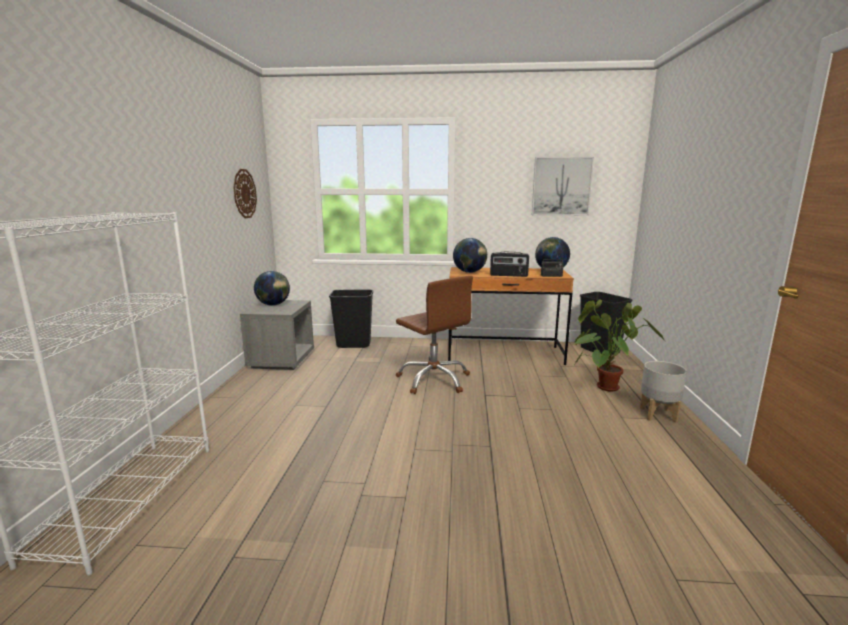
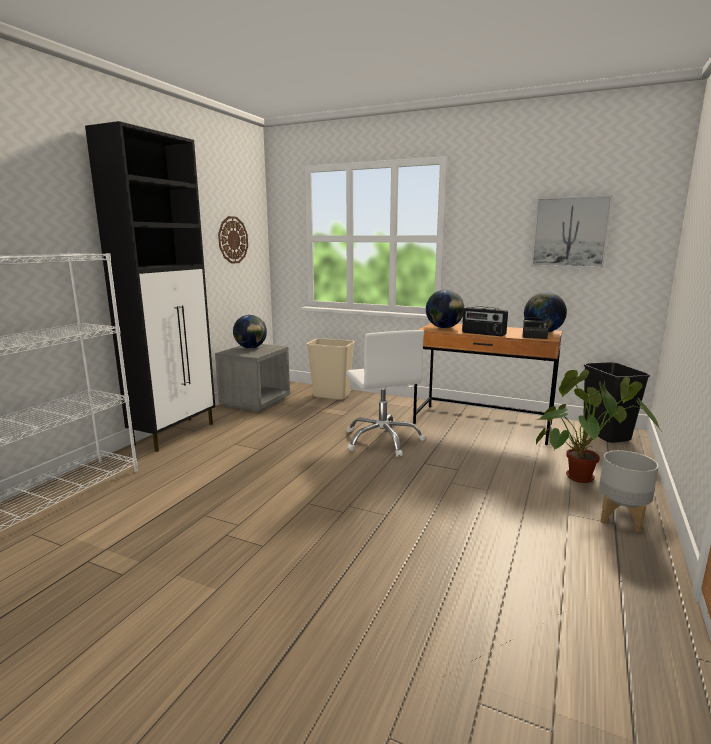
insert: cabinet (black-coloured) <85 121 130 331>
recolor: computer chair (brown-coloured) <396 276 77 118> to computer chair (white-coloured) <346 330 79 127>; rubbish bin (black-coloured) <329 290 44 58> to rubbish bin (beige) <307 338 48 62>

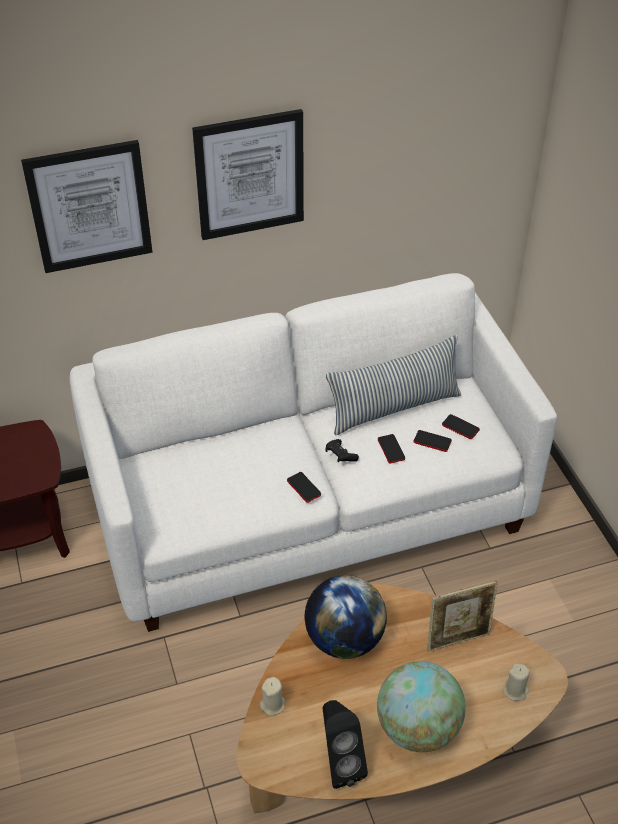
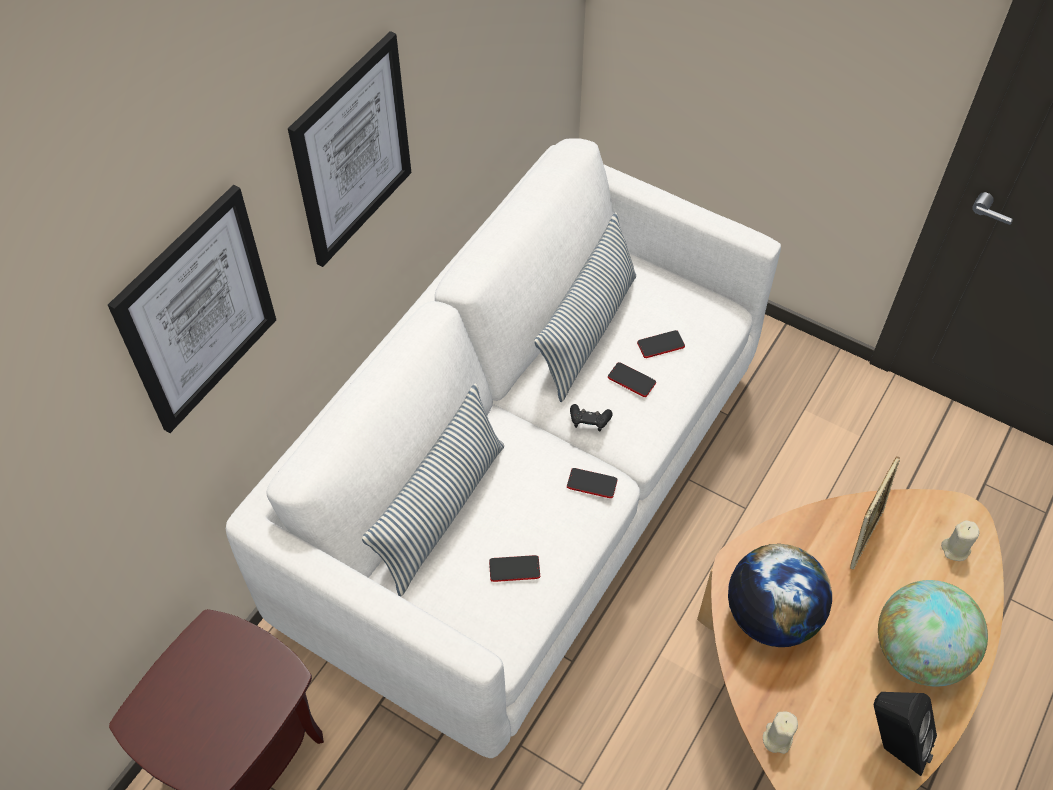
insert: cushion <362 383 142 214>
move: handset <442 414 38 25> to <489 555 51 27>

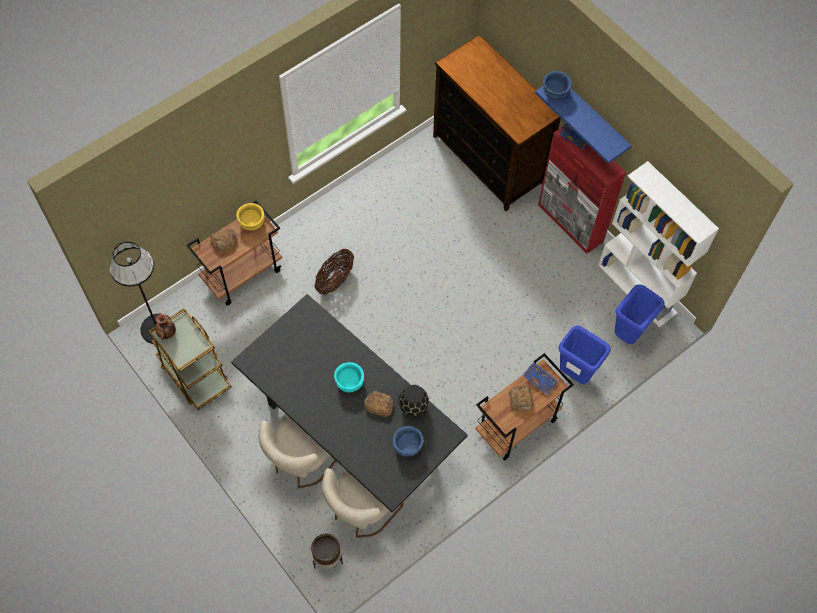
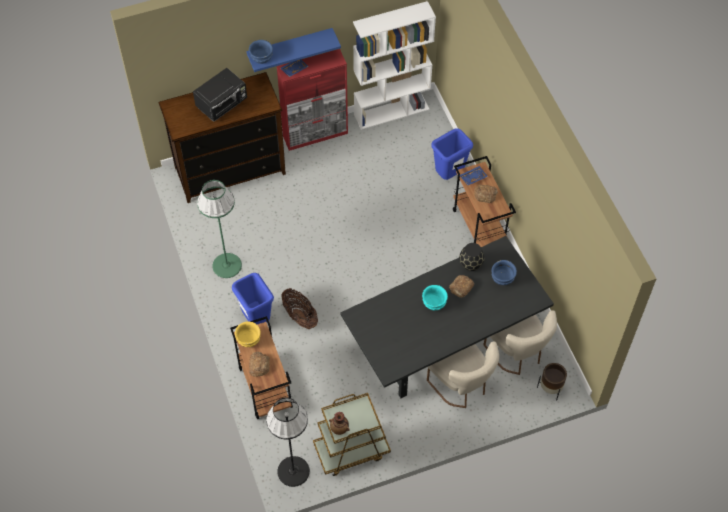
insert: kitchen microwave (black-coloured) <193 68 54 54>; standing lamp (greenish) <197 180 45 98>
move: rubbish bin (blue) <615 284 50 60> to <232 273 42 51>

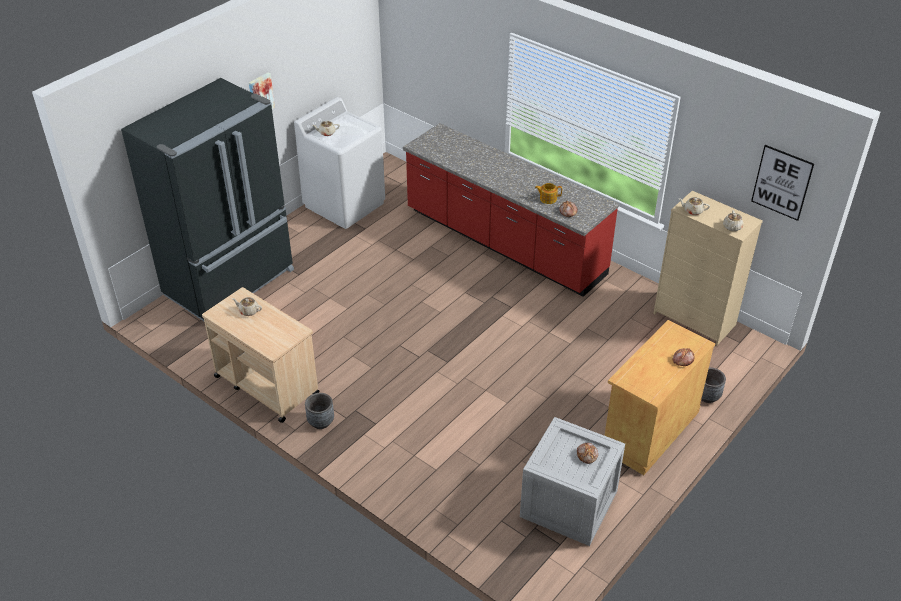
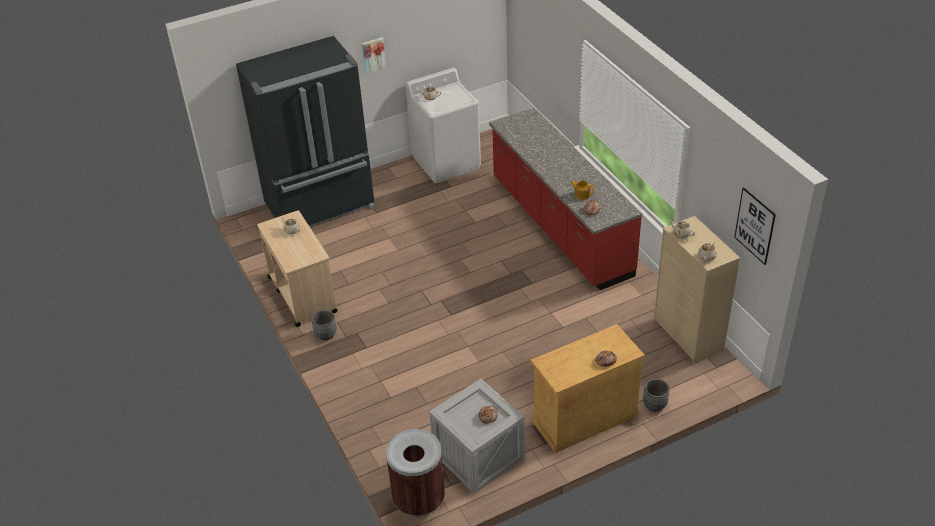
insert: rubbish bin (brown-coloured) <386 429 59 88>

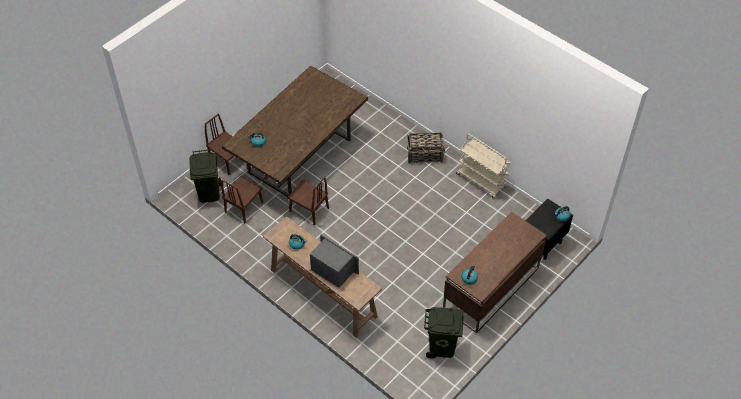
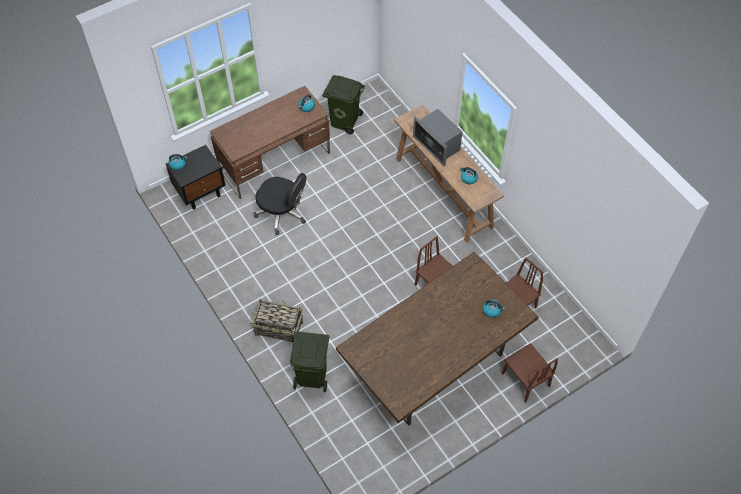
delete: cart (beige) <456 134 55 65>
insert: computer chair (black-coloured) <254 173 52 62>
move: rubbish bin (greenish) <189 149 32 54> to <290 332 40 60>

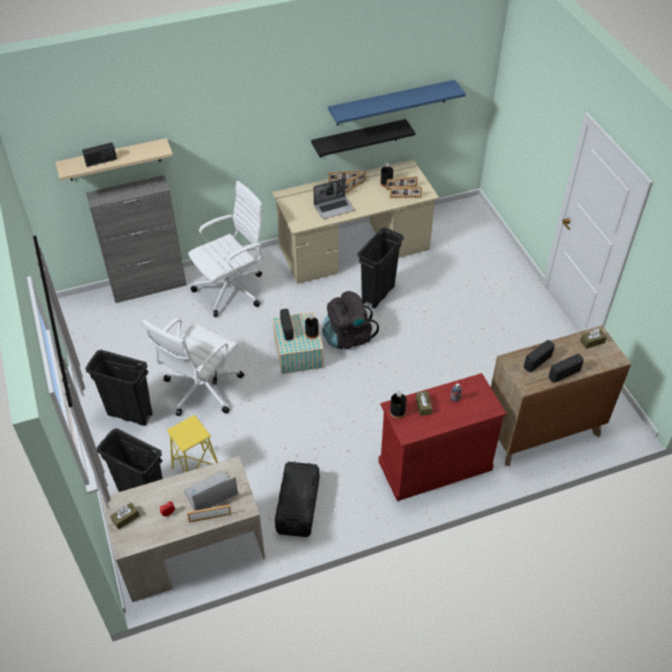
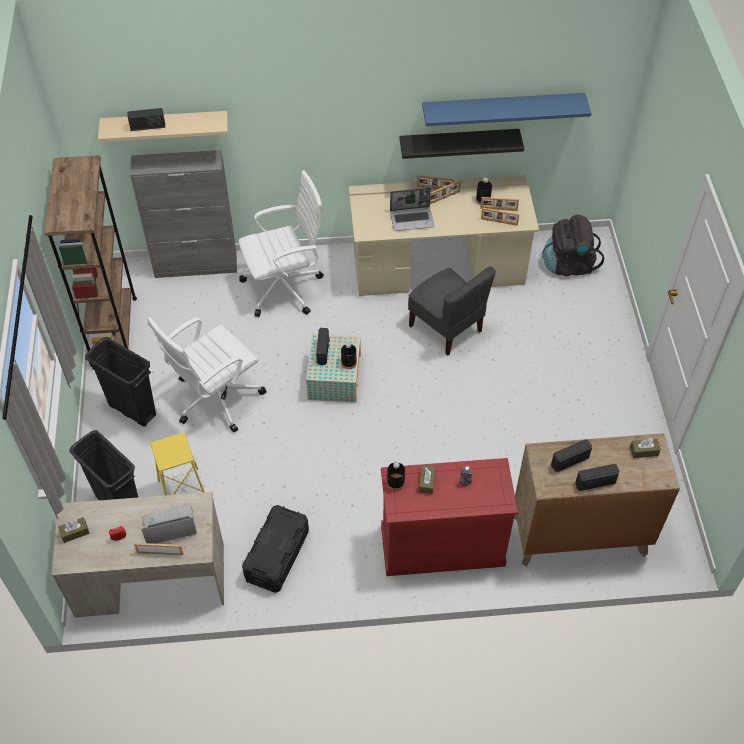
insert: bookshelf (brown-coloured) <45 155 92 215>
move: backpack (black-coloured) <322 291 57 58> to <542 215 62 61>
replace: rubbish bin (black-coloured) <357 228 47 81> to upright chair (grey) <408 267 88 89>

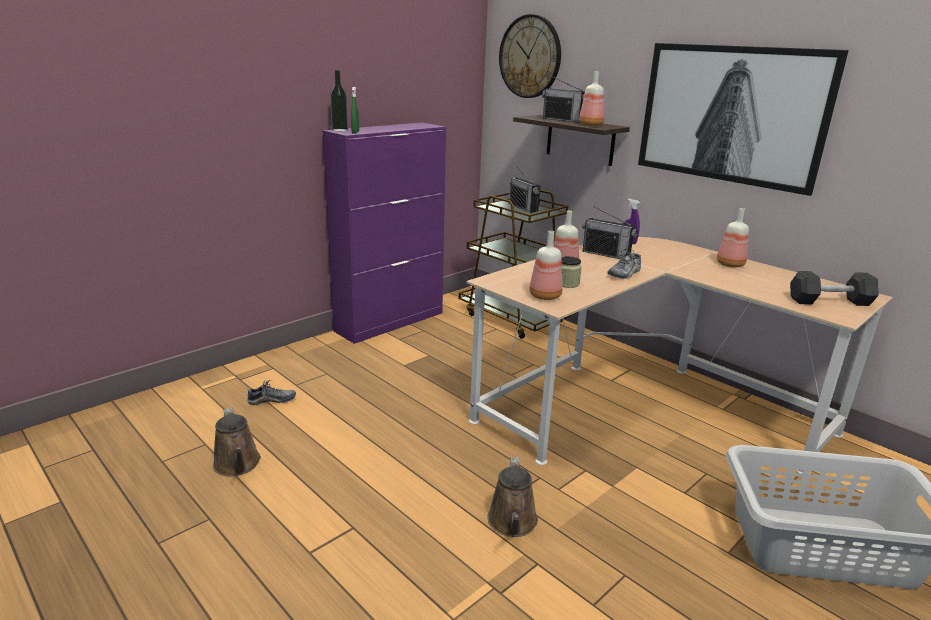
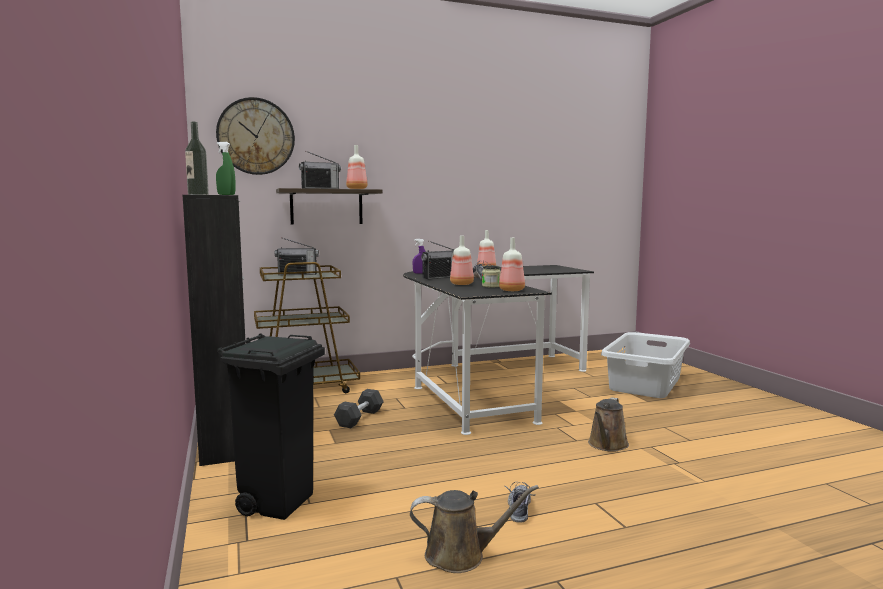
delete: wall art <638 43 211 153>
insert: rubbish bin (black-coloured) <217 333 108 187>
move: dumbbell (grey) <790 271 89 35> to <334 389 50 39>; low shoe <247 380 49 25> to <505 482 31 41>
recolor: cabinet (purple) <322 122 124 222> to cabinet (black-coloured) <182 195 64 271>; desk unit (beige) <466 237 427 236> to desk unit (black-coloured) <403 265 191 170>
rotate: watering pot (brown-coloured) <487 457 51 80> = <588 397 41 55> 90 degrees clockwise

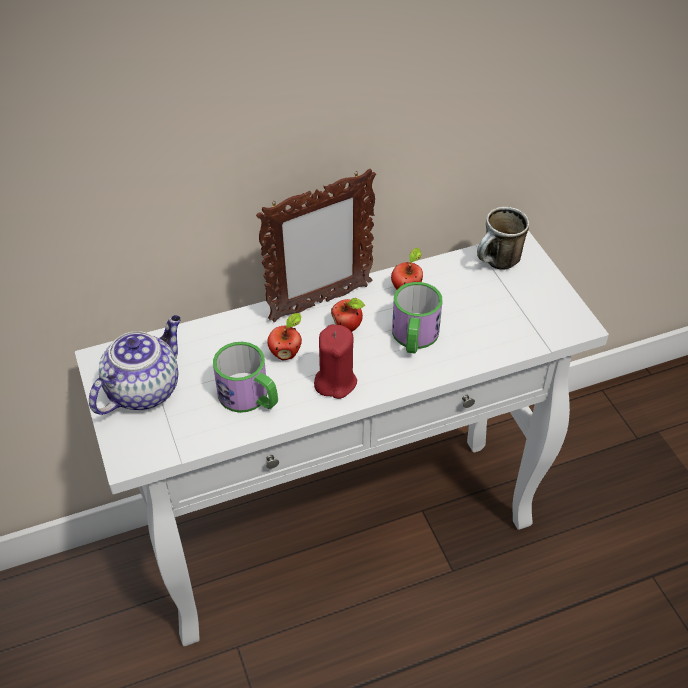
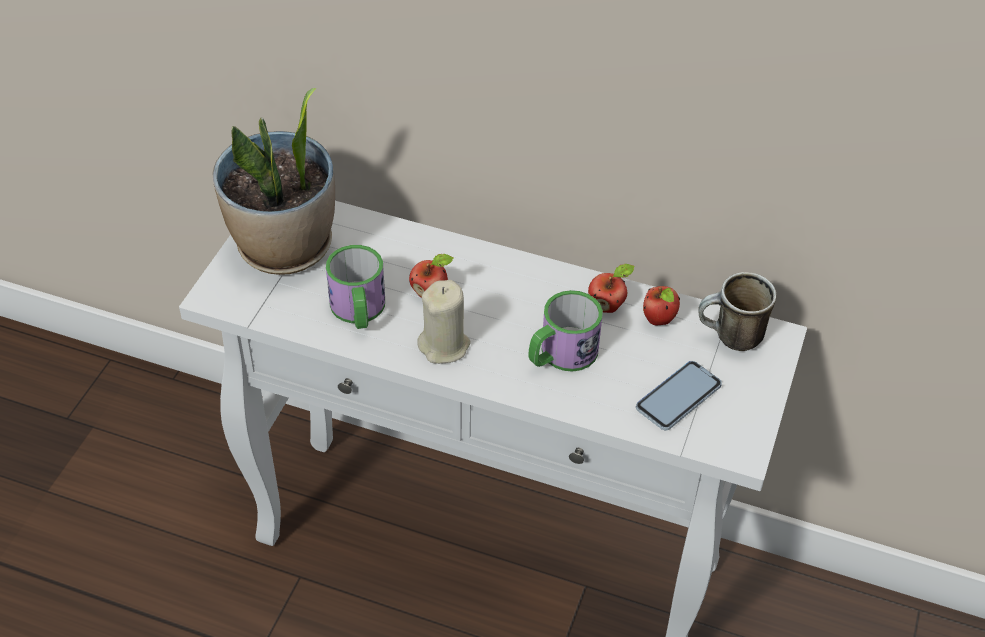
delete: photo frame <256 169 120 153>
insert: handset <636 361 86 69>
move: whole apple <331 298 34 34> to <643 286 37 40>
replace: pot for tea <89 315 92 100> to houseplant <212 88 123 187>
recolor: candle (red) <314 324 43 75> to candle (beige) <417 280 54 84>

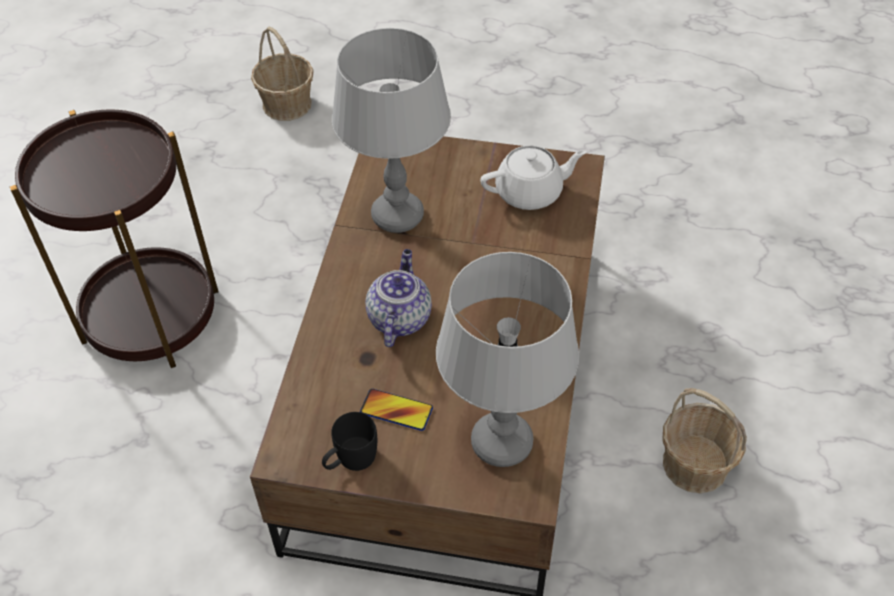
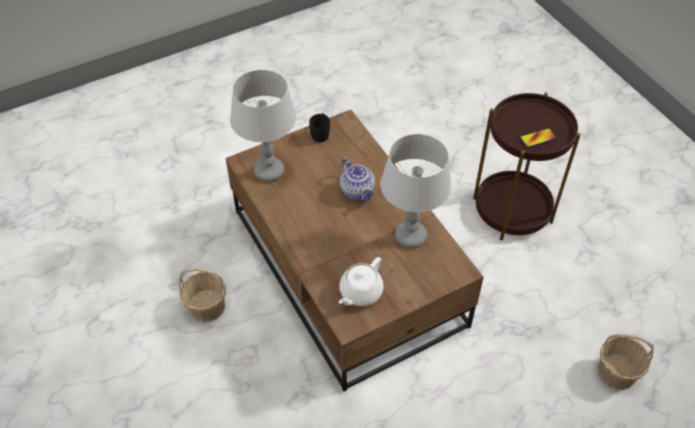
move: handset <360 389 73 42> to <520 128 37 20>

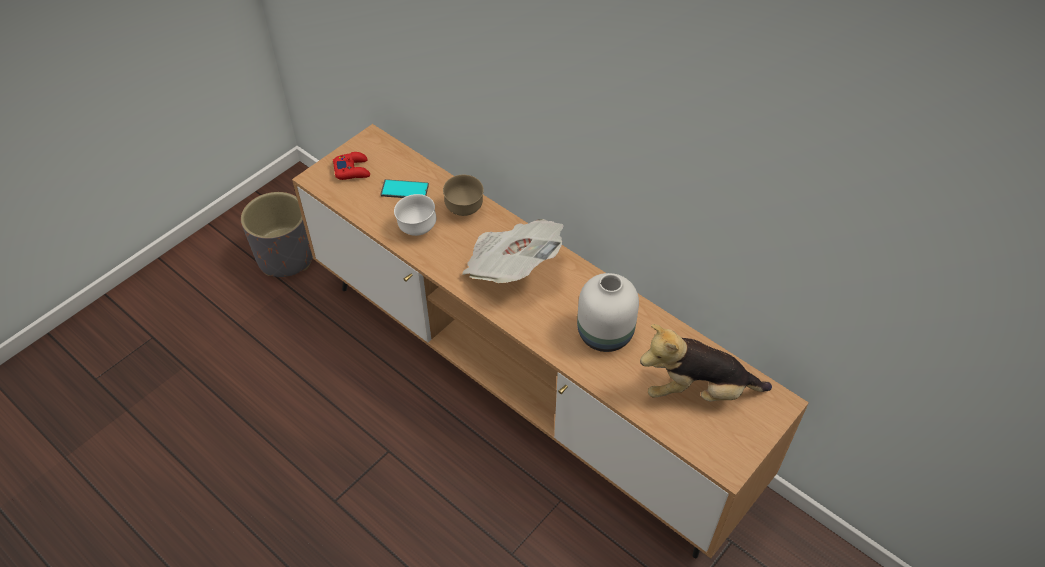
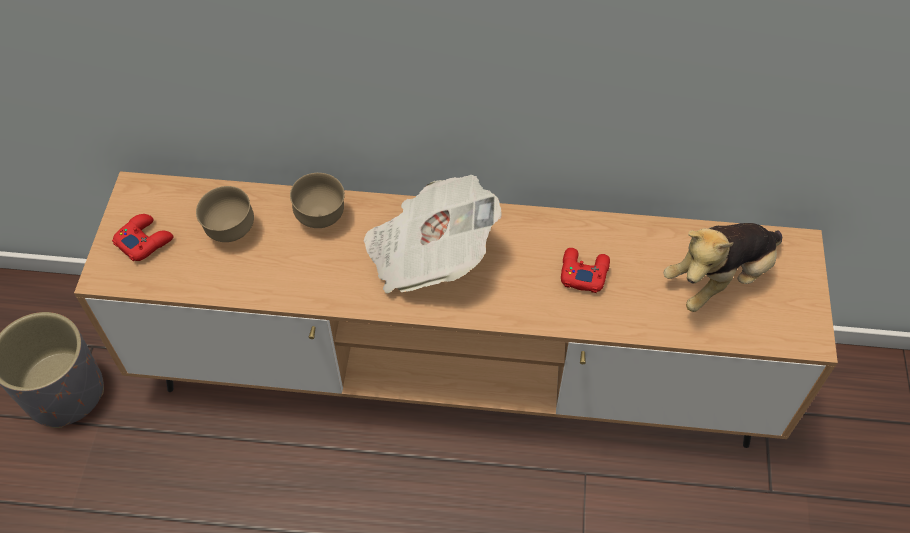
delete: bowl (white-coloured) <394 194 42 42>
replace: handset <380 179 49 19> to bowl (brown-coloured) <196 186 58 56>; vase (white-coloured) <577 273 62 79> to game controller (red) <561 248 49 45>

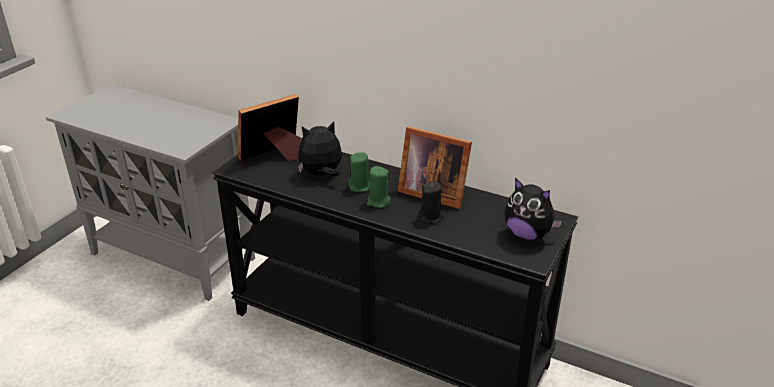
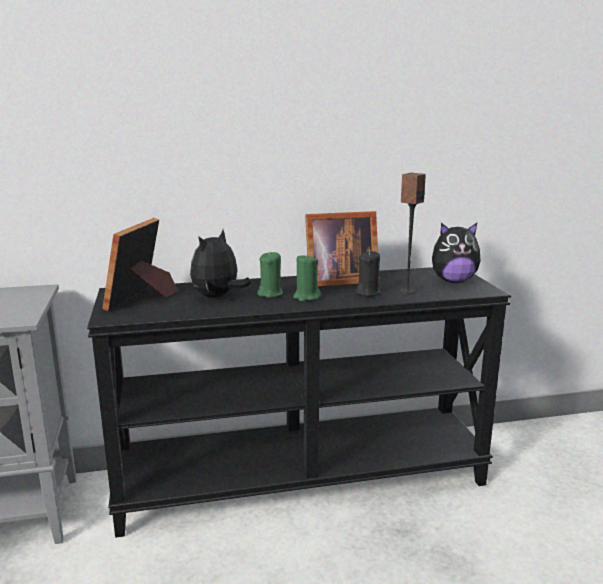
insert: loudspeaker <400 173 26 121>

